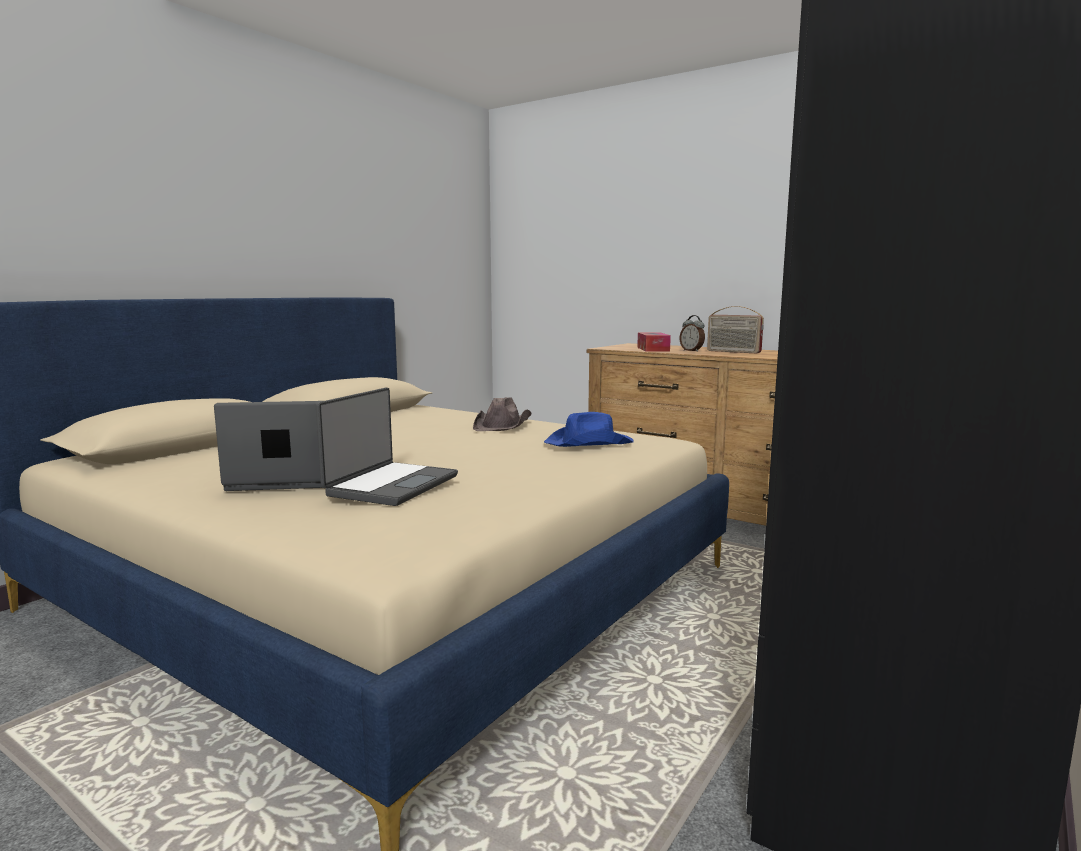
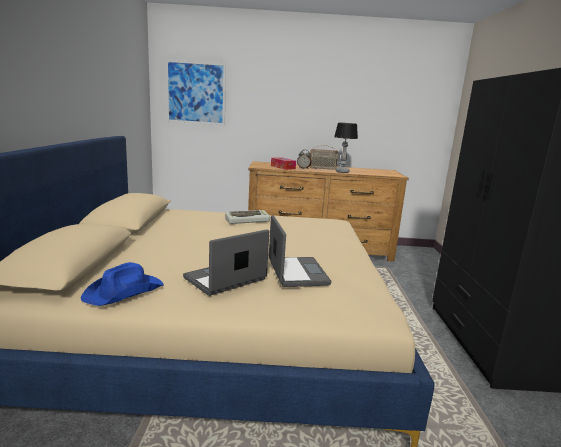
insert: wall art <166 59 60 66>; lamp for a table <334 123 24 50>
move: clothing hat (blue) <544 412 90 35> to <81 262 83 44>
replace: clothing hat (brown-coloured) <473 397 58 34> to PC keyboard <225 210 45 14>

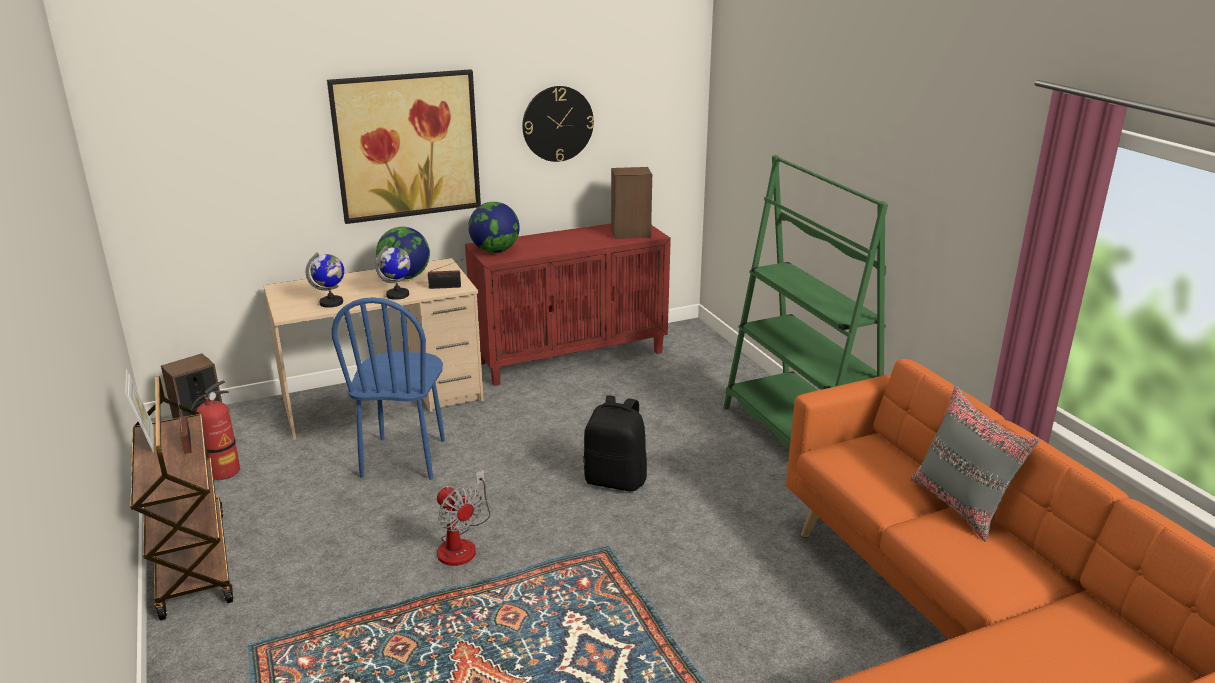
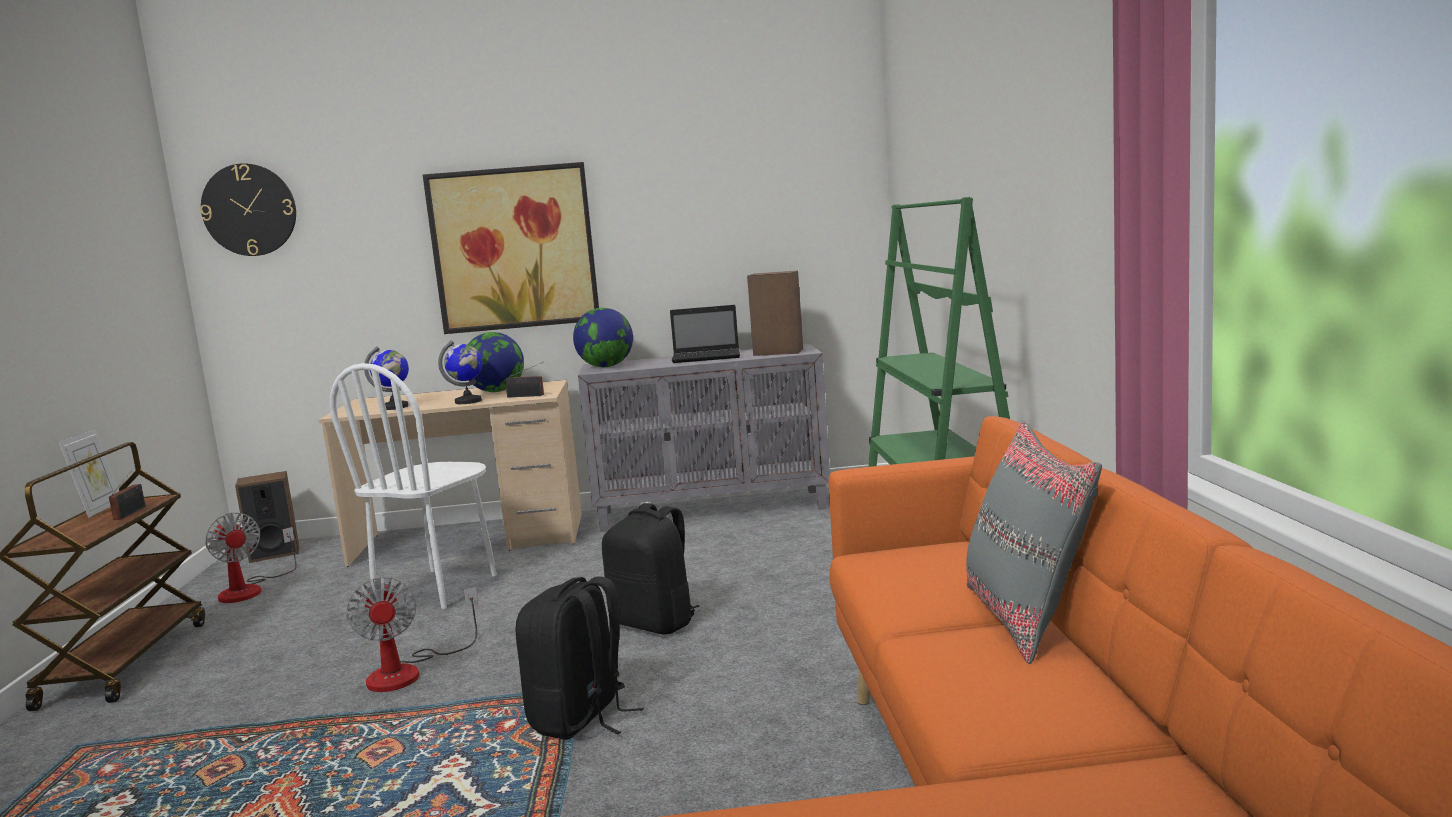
insert: portable computer <670 305 70 58>; backpack (black-coloured) <516 576 128 164>
move: clock on the wall <522 86 72 76> to <200 163 96 93>
replace: extinguisher <190 380 50 100> to electric fan <205 513 92 90>
recolor: cabinet (red) <465 224 206 162> to cabinet (grey) <578 344 252 188>; upright chair (blue) <332 297 113 183> to upright chair (white-coloured) <329 363 168 246>

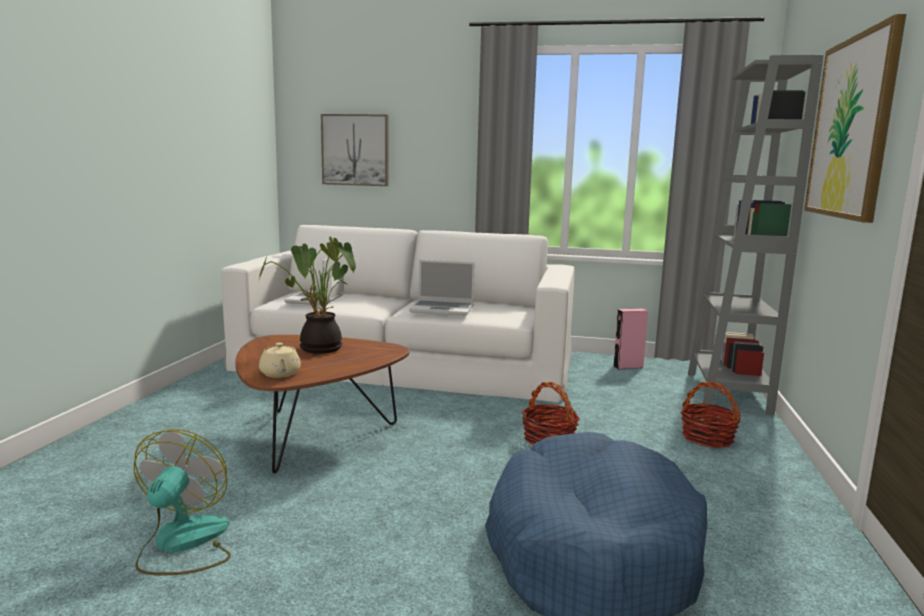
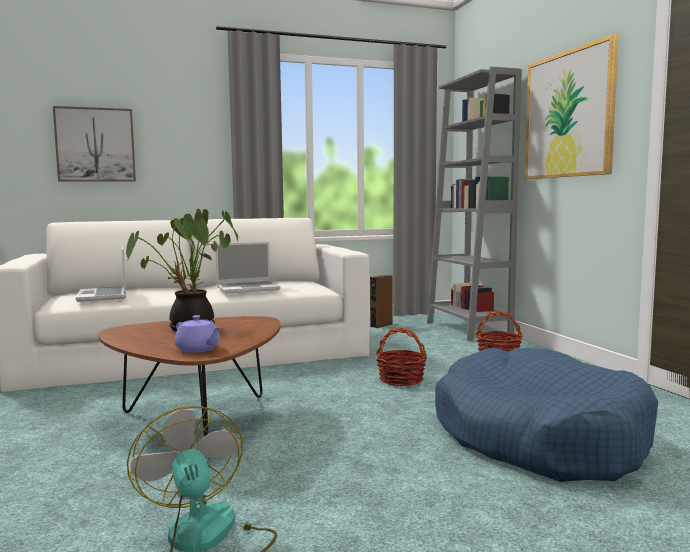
recolor: loudspeaker (pink-coloured) <613 308 35 62> to loudspeaker (brown-coloured) <370 275 23 53>; pot for tea (beige) <259 343 42 35> to pot for tea (purple) <174 315 47 38>

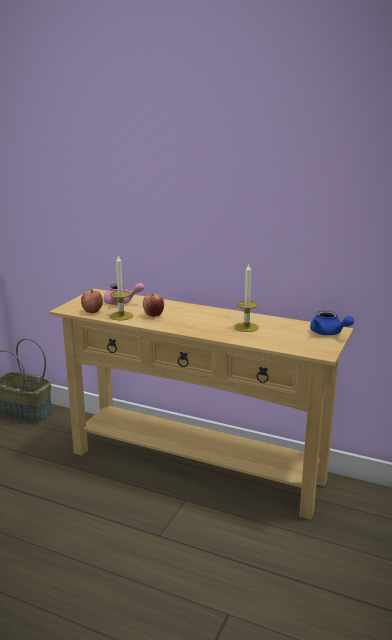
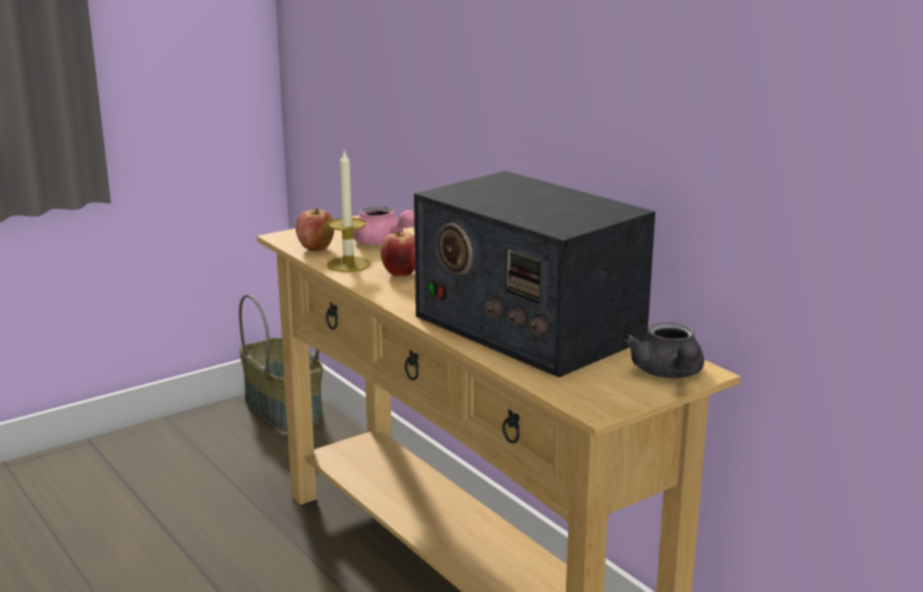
replace: candle <234 264 25 68> to radio <414 171 241 206>
recolor: pot for tea (blue) <310 310 44 25> to pot for tea (grey) <624 322 80 56>

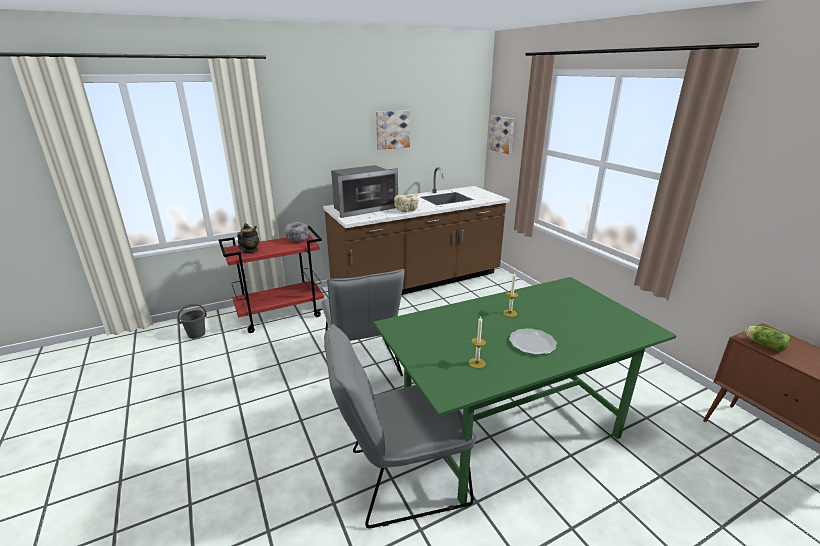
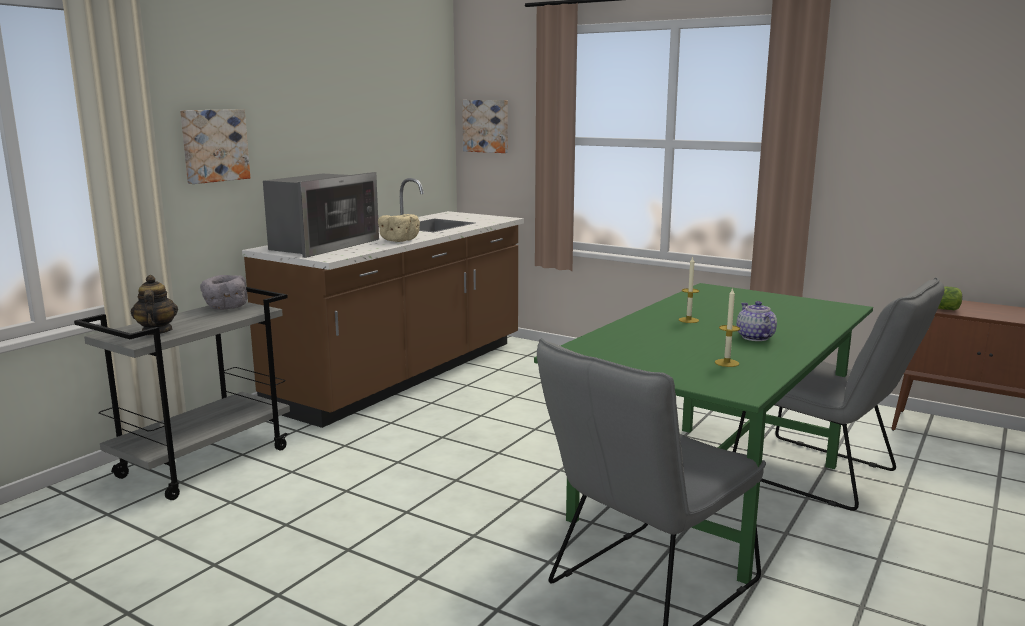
delete: pail (grey) <178 304 29 35>
move: wall art <376 110 34 40> to <180 109 70 75>; upright chair (grey) <321 269 84 107> to <733 278 212 233>
replace: plate <509 328 48 27> to pot for tea <736 301 41 40>
recolor: cart (red) <218 226 106 107> to cart (grey) <74 287 216 213>

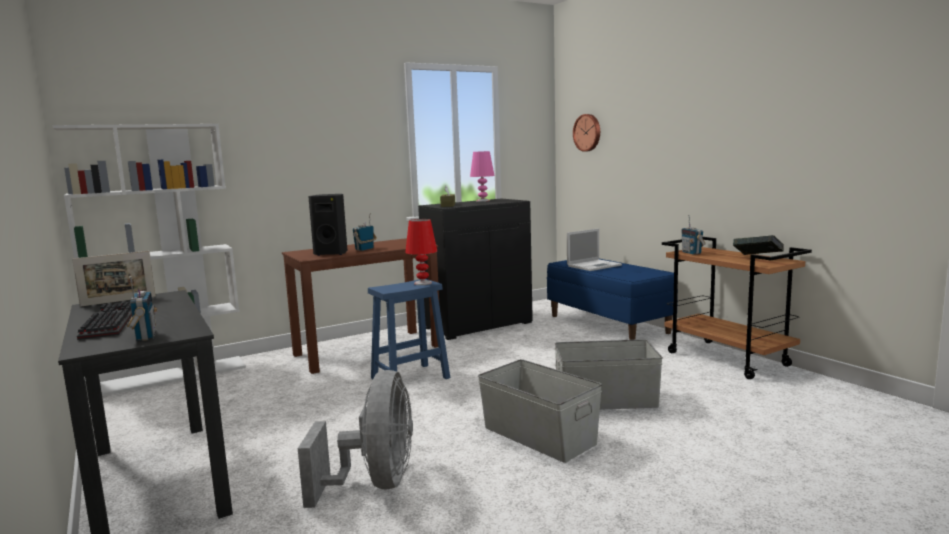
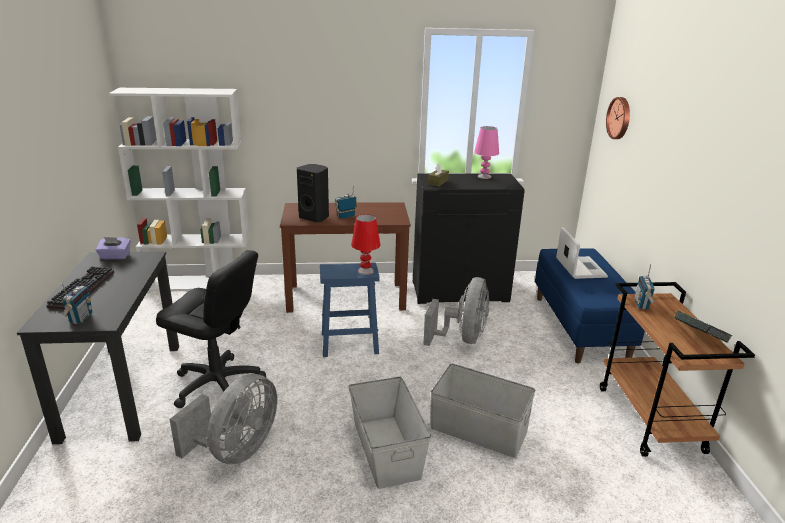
insert: computer chair (black-coloured) <156 250 110 158>; electric fan (grey) <423 277 66 69>
replace: photo frame <72 251 84 56> to tissue holder (purple) <96 237 35 22>
rotate: portable computer <567 228 55 43> = <556 227 52 52> 90 degrees counterclockwise

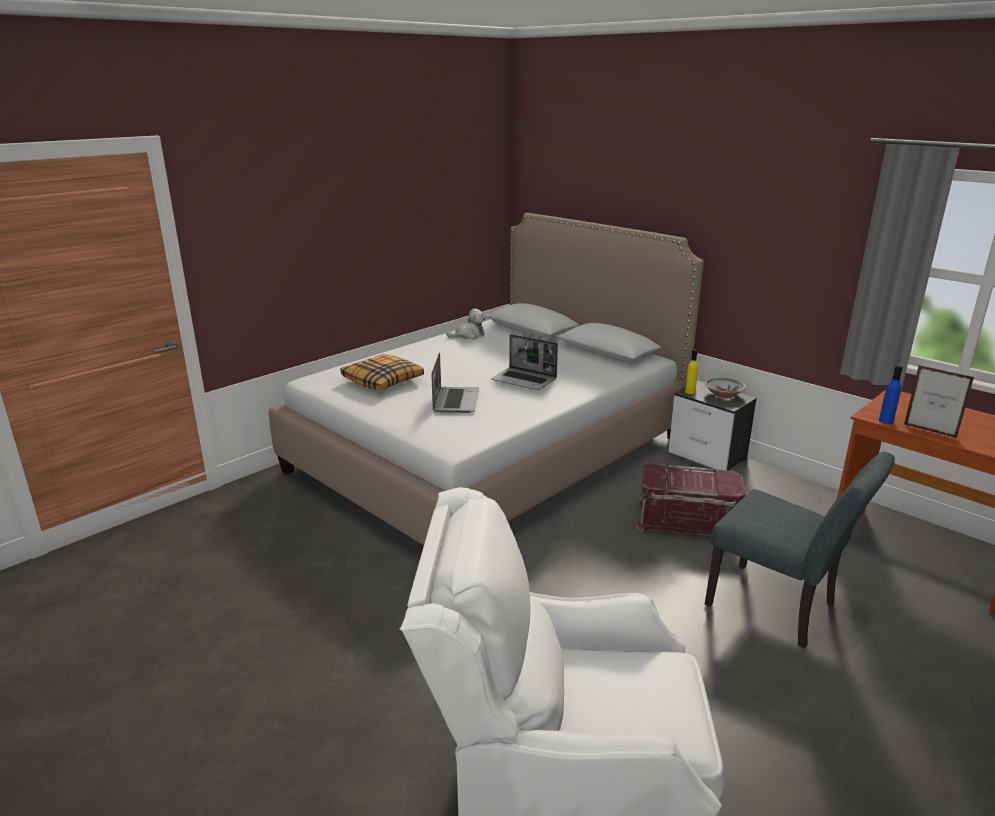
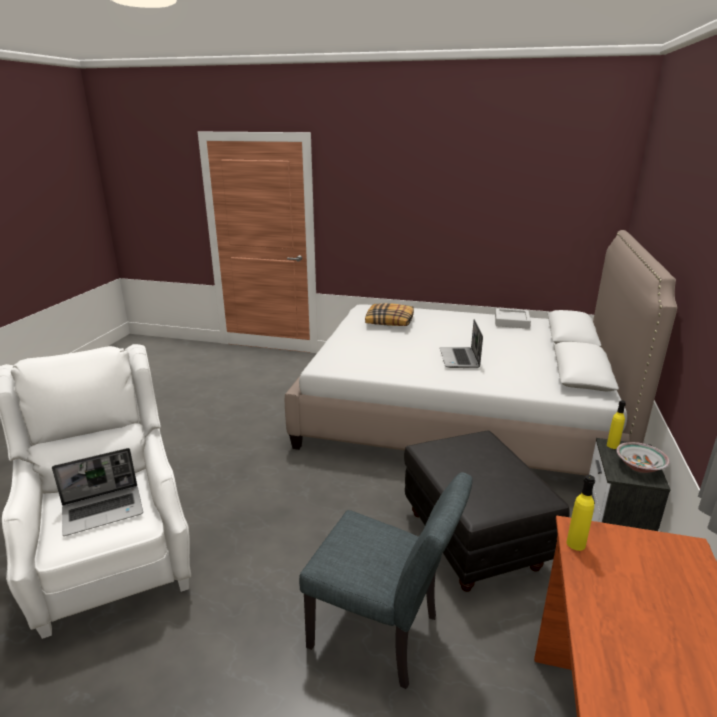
delete: photo frame <904 365 70 73>
move: portable computer <431 352 48 61> to <52 448 91 88>
replace: plush toy <446 309 40 31> to carrying tray (grey) <495 308 36 21>; storage box (red) <636 463 110 73> to pouffe (black-coloured) <404 430 166 162>
recolor: bottle (blue) <879 365 24 59> to bottle (yellow-coloured) <567 475 28 76>
rotate: upright chair (grey) <705 452 190 196> = <299 472 174 217> 75 degrees counterclockwise

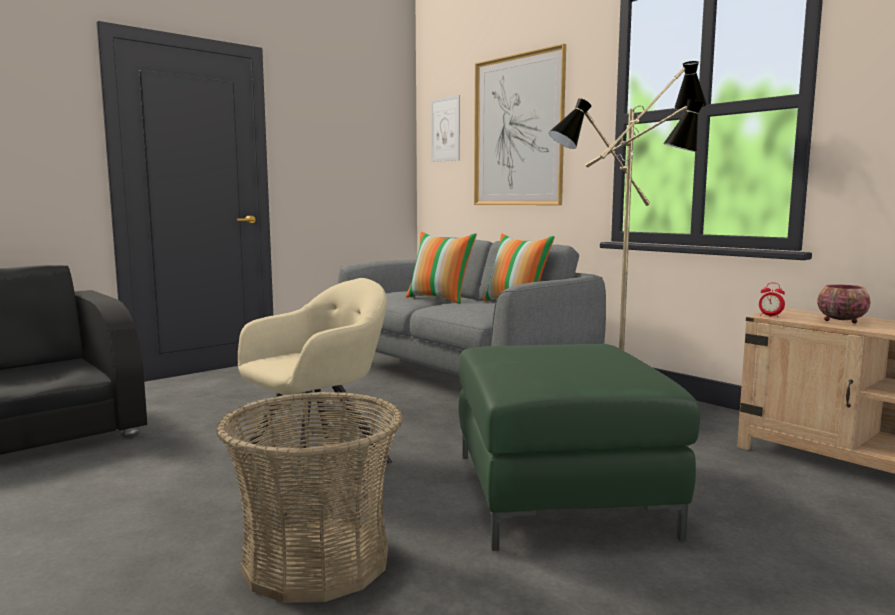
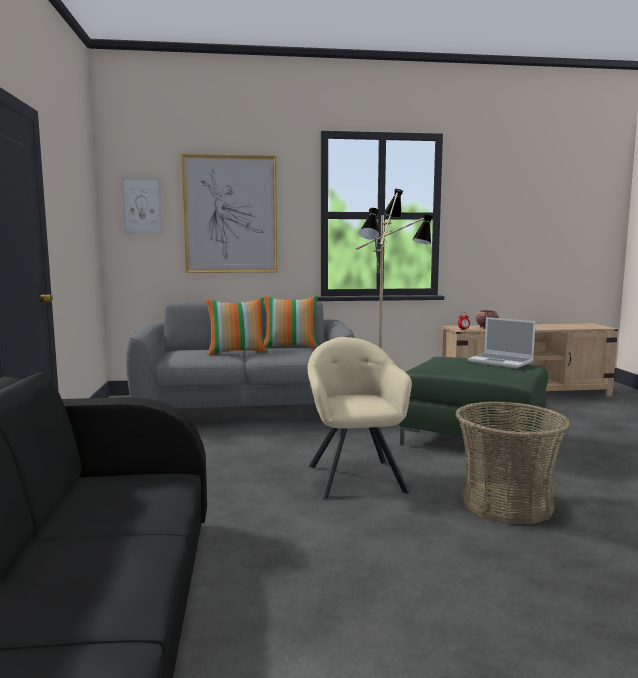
insert: portable computer <468 317 68 52>

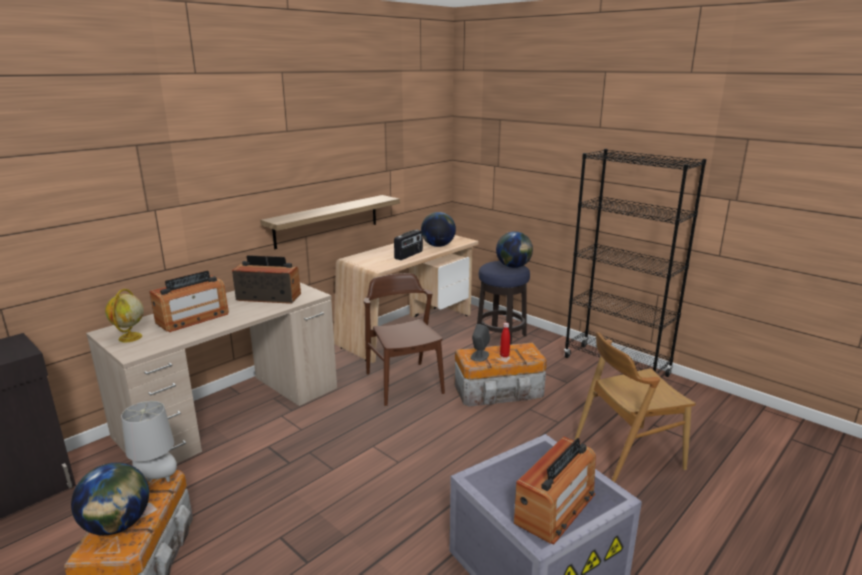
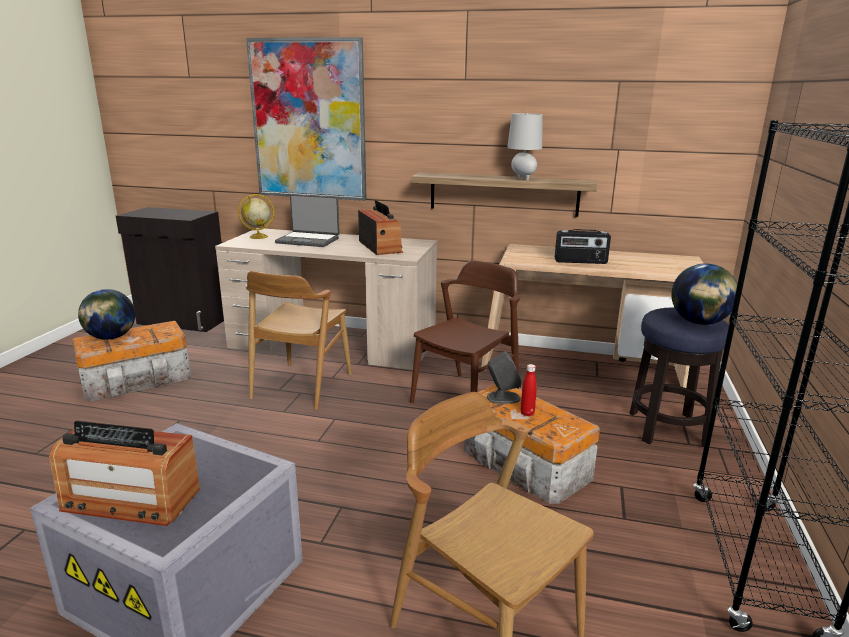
delete: desk globe <421 212 35 35>
insert: wall art <246 37 121 164>; upright chair (brown-coloured) <245 271 107 139>
move: lamp for a table (grey) <121 401 56 81> to <507 113 36 68>
replace: radio <149 271 80 61> to portable computer <275 194 65 53>

